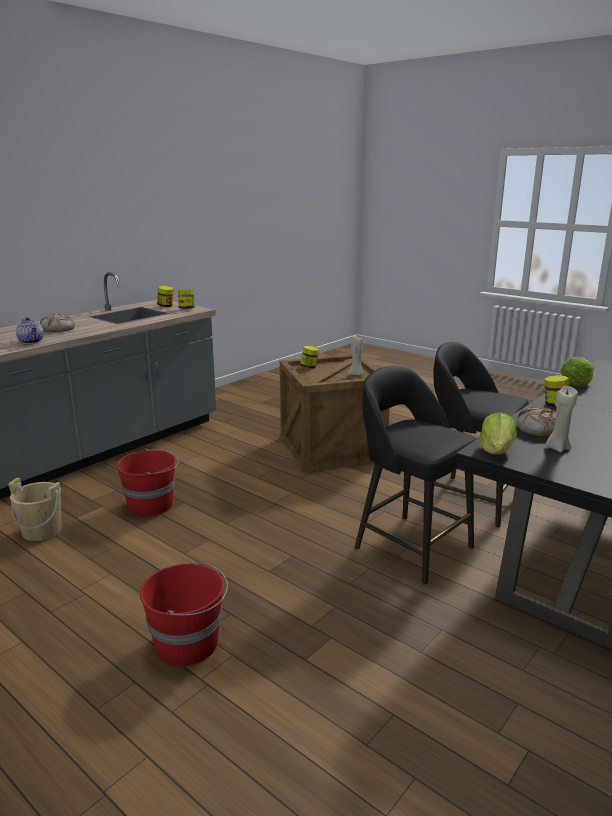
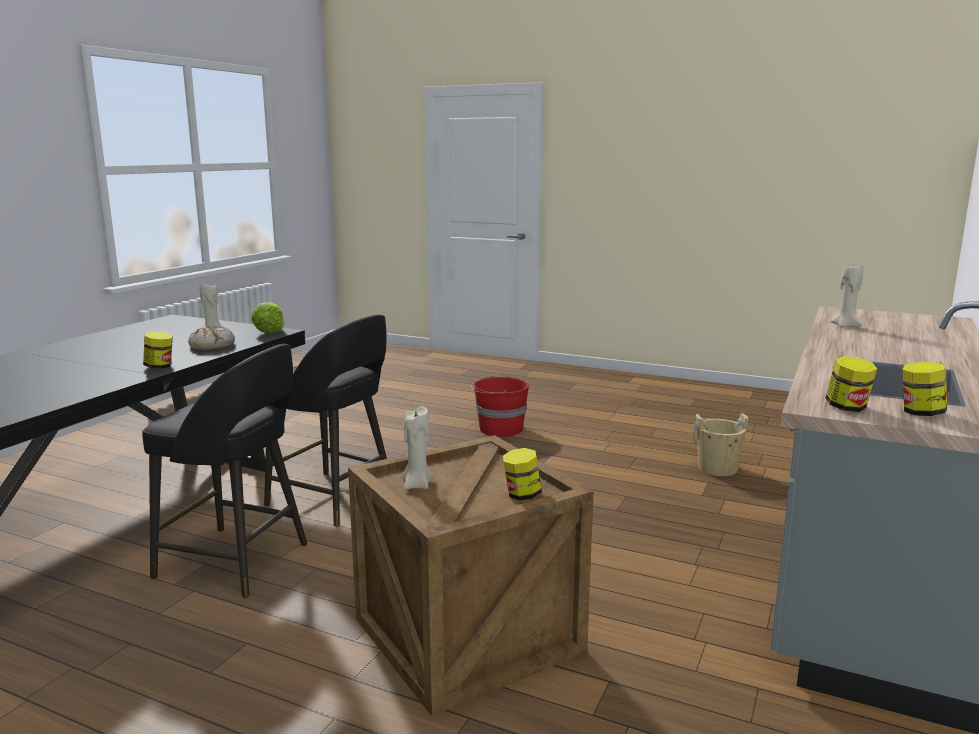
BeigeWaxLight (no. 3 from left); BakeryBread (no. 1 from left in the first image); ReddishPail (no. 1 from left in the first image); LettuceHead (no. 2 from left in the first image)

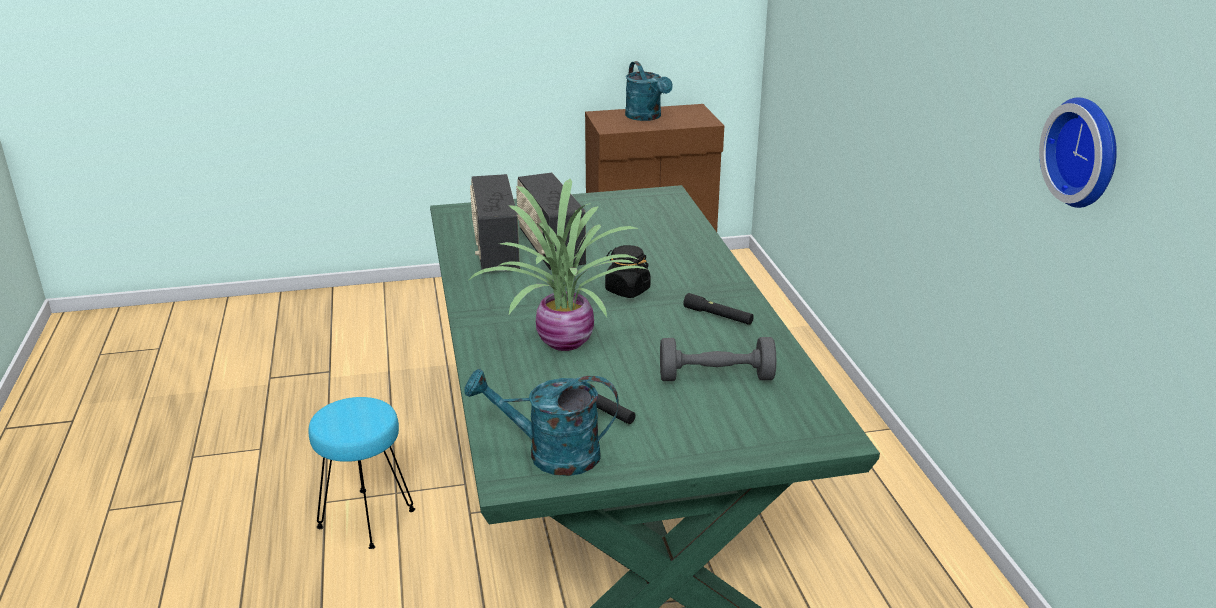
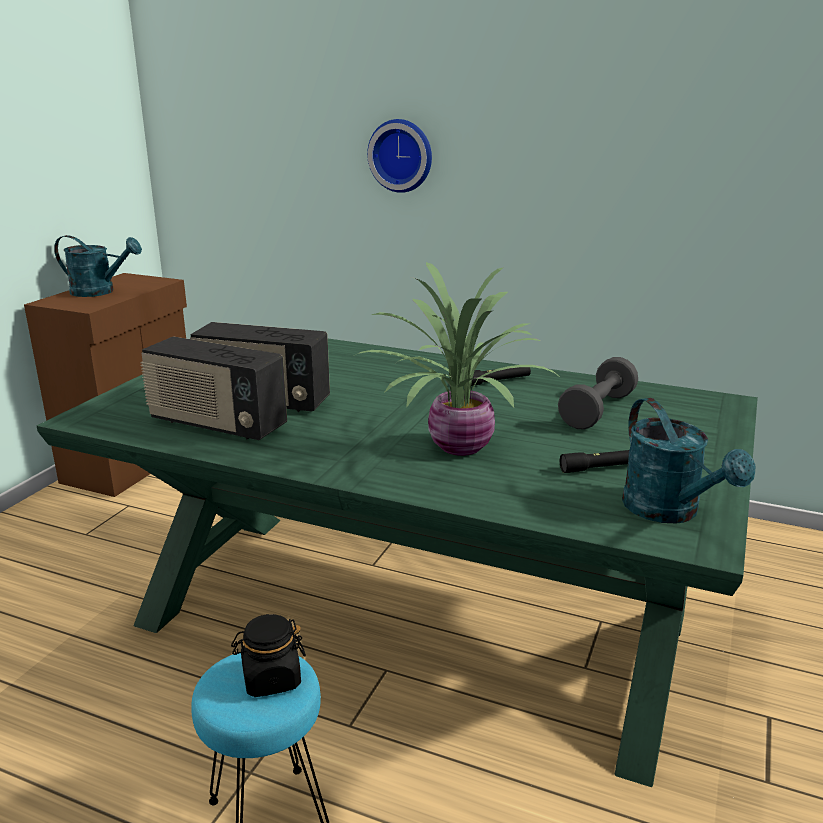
BlackStorageJar; HangingClock; BlueGreenWateringPot (no. 2 from left)

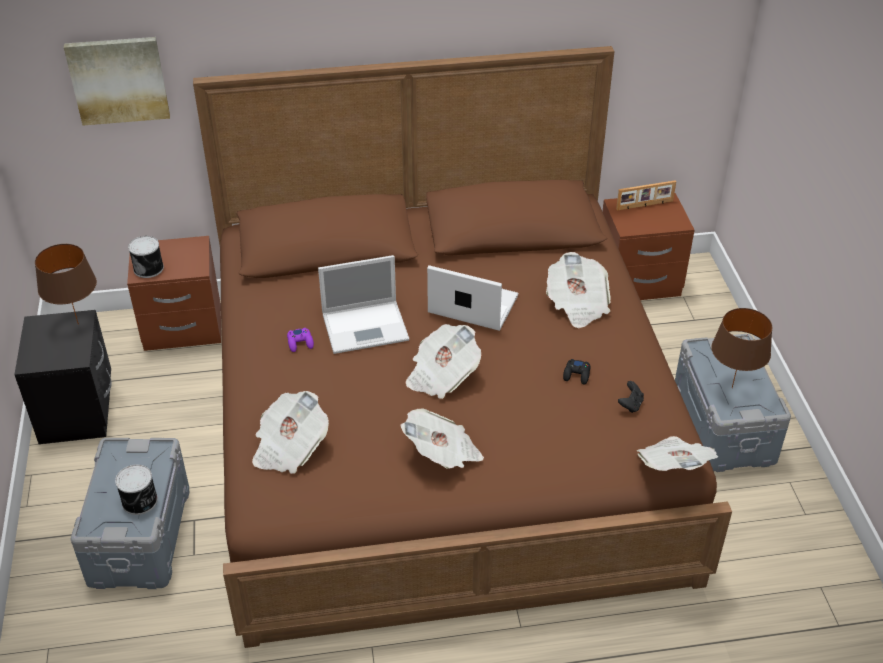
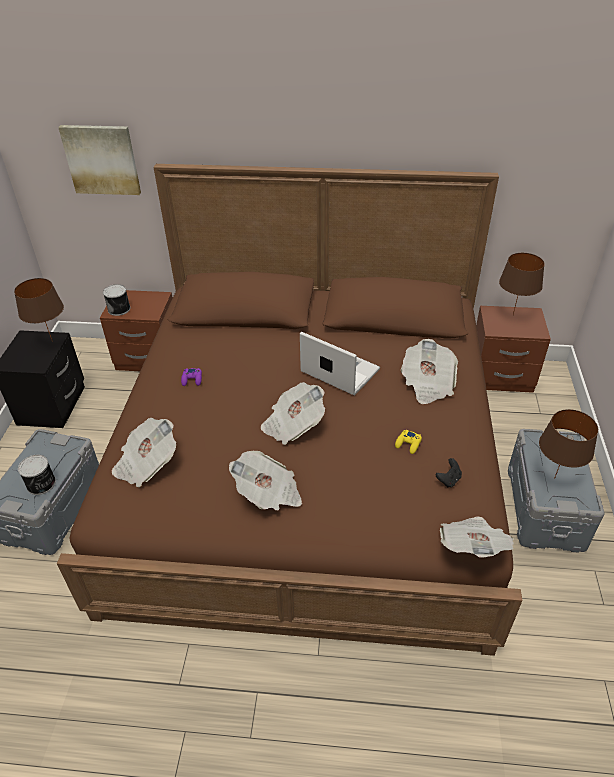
YellowJoypad; BrownishTableLamp (no. 2 from left); NotebookComputer (no. 1 from left in the first image)

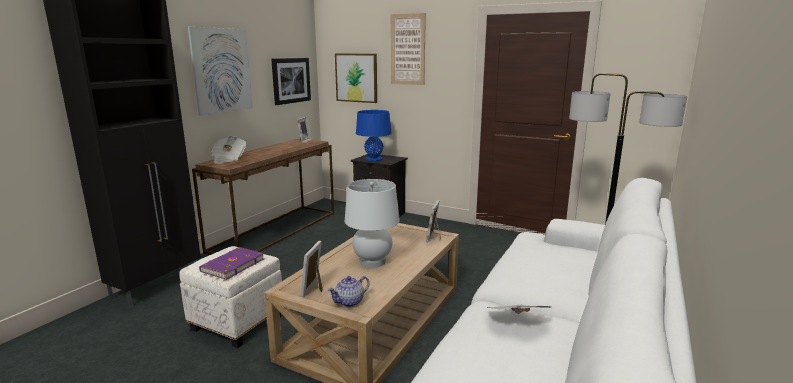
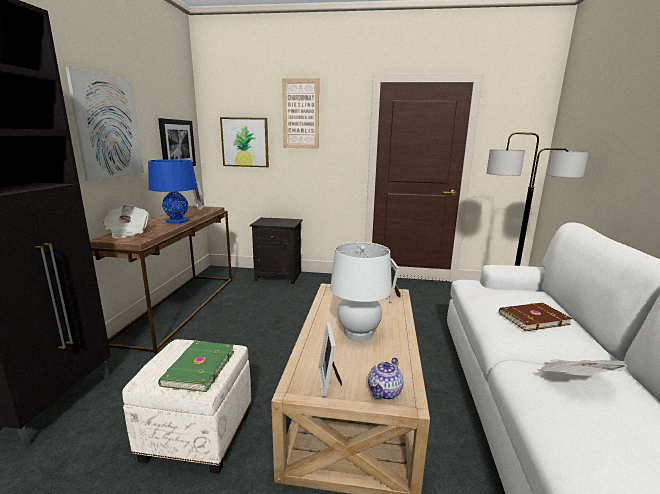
BlueColouredTableLamp; GreenBoundBook; BrownishBoundBook

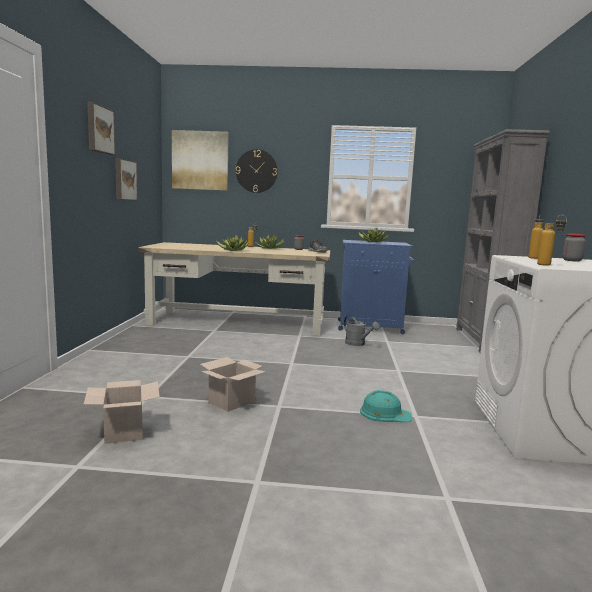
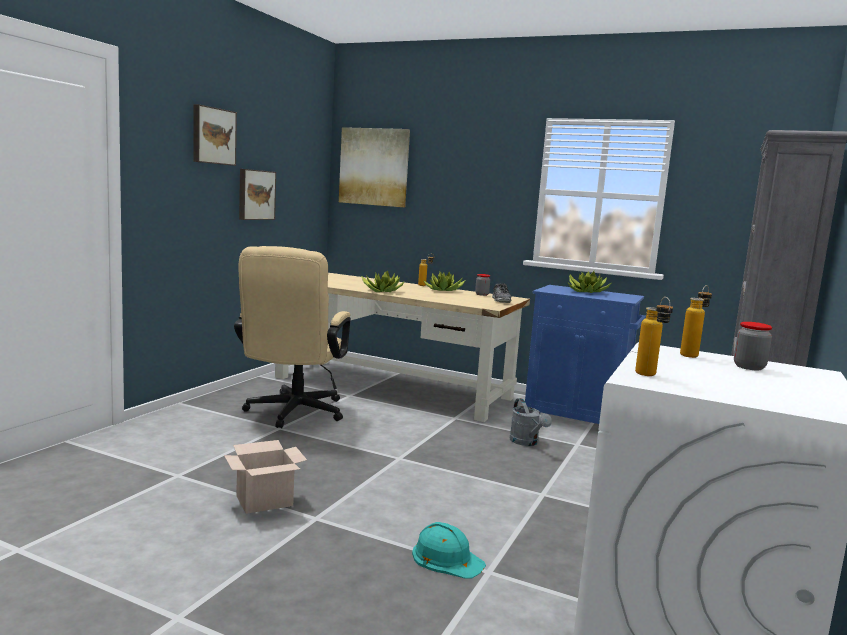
BeigeDeskChair; CardboardBox (no. 1 from left in the first image); HangingClock

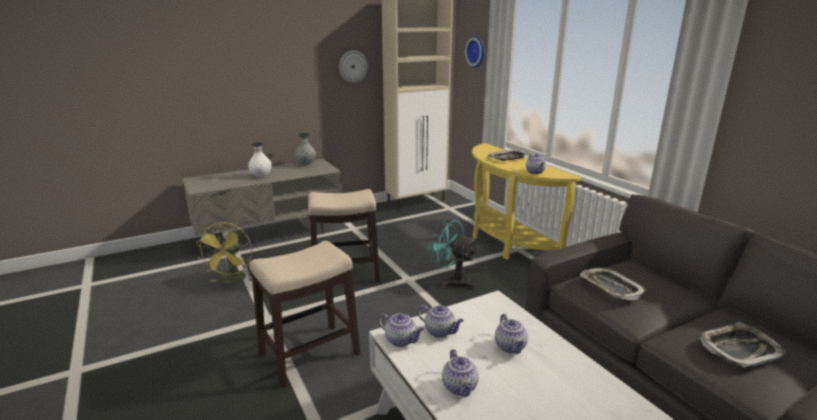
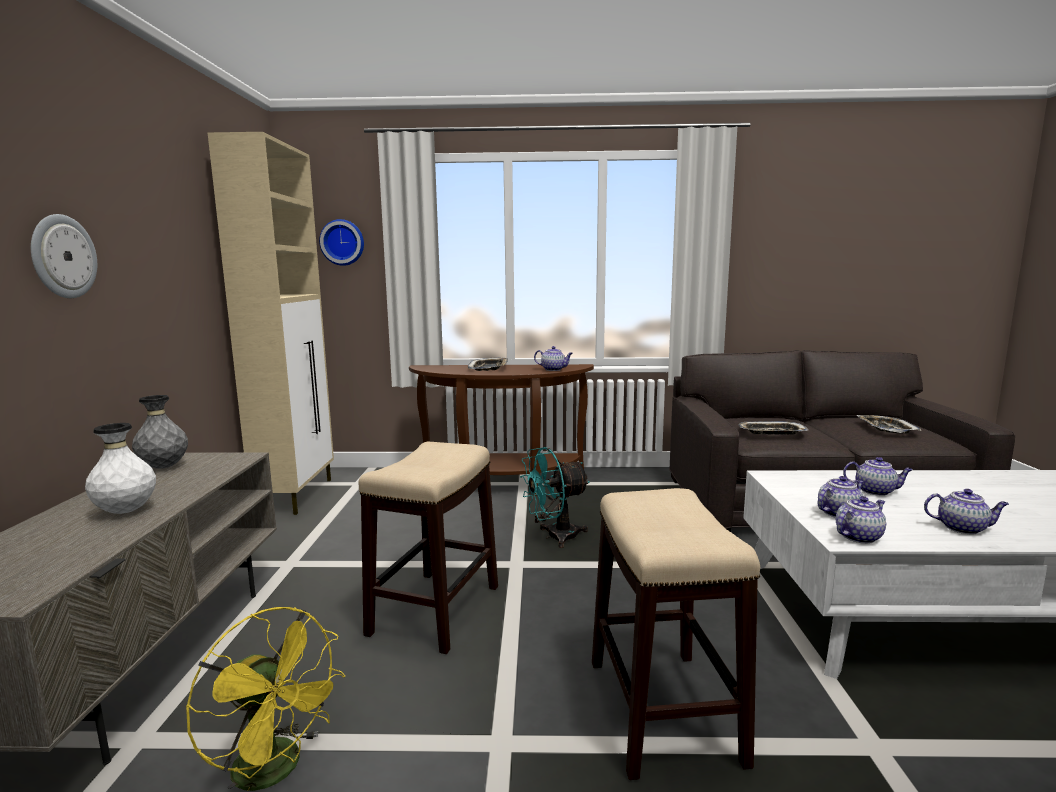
HangingClock (no. 1 from left); BrownishNarrowTable

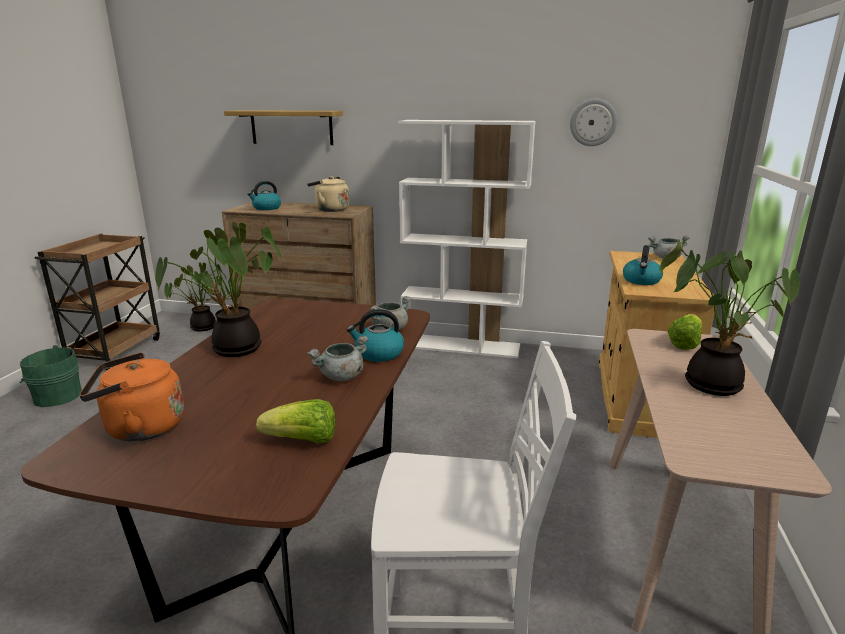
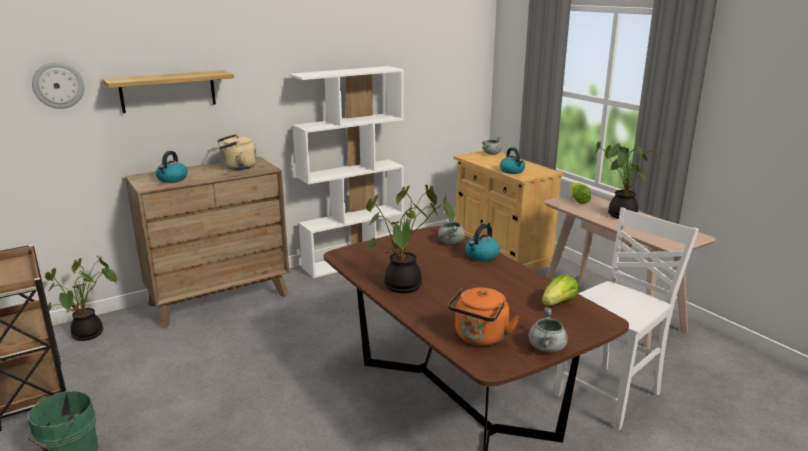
HangingClock; GreyCookingPot (no. 3 from left)

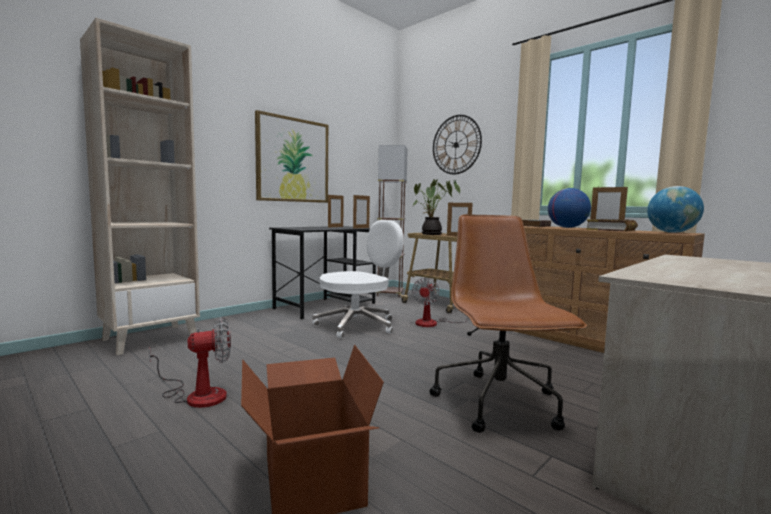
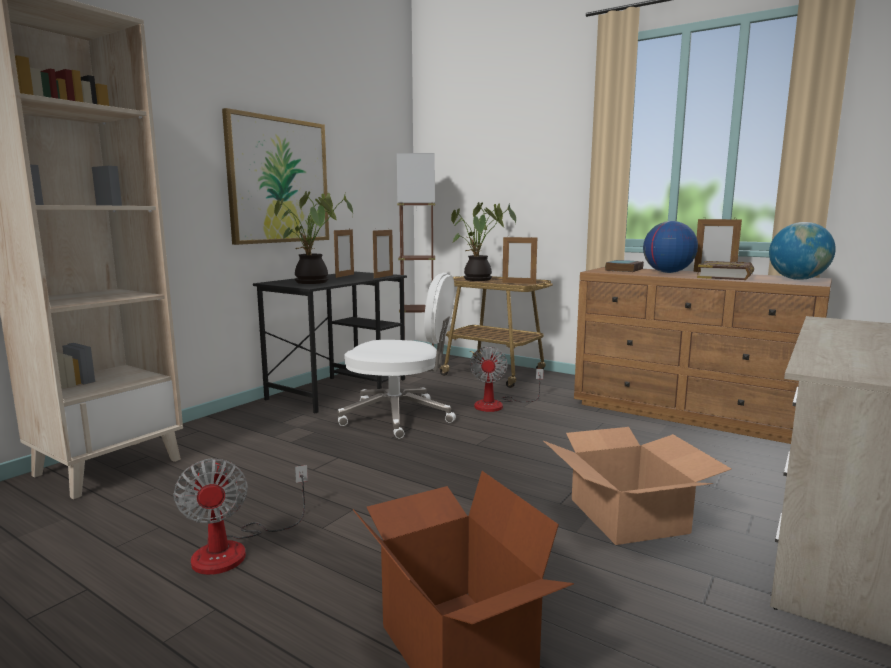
Fan (no. 1 from left); Houseplant (no. 1 from left); WhitishDeskChair; CardboardBox (no. 2 from left); HangingClock

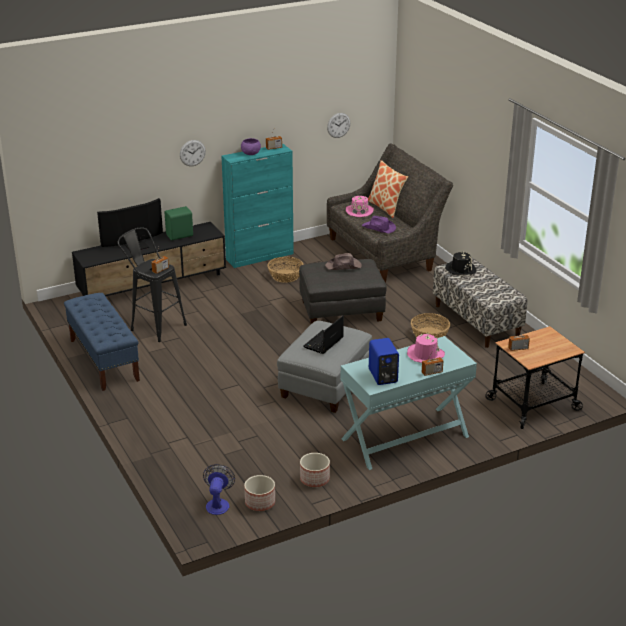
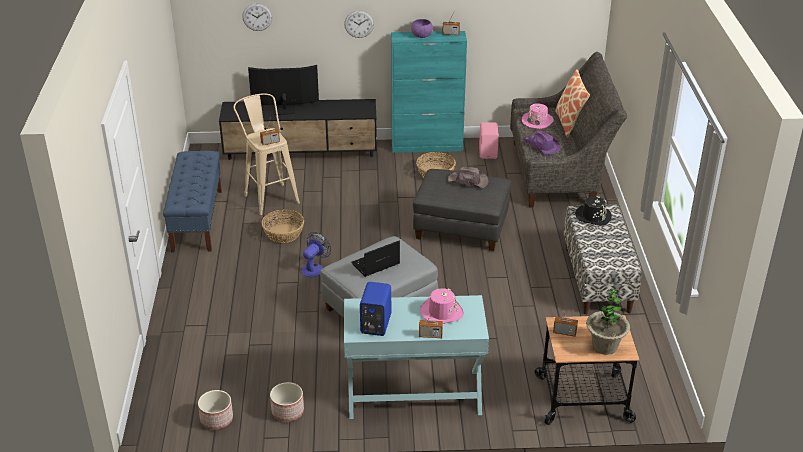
BeigeStoolSeat; HangingClock (no. 1 from left); Basket (no. 1 from left); Fan; PinkishAudioSpeaker; Houseplant; GreenAudioSpeaker

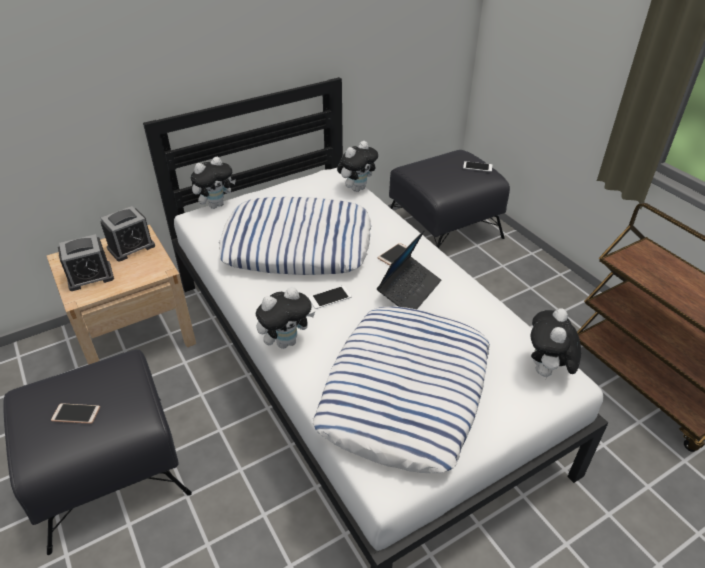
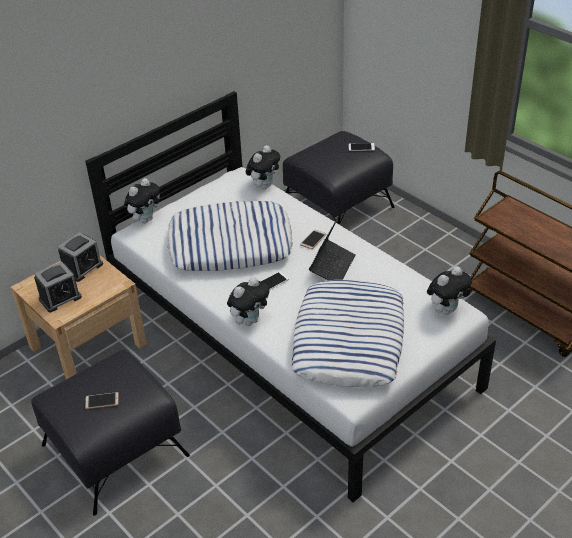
CuddlyToy (no. 4 from left)

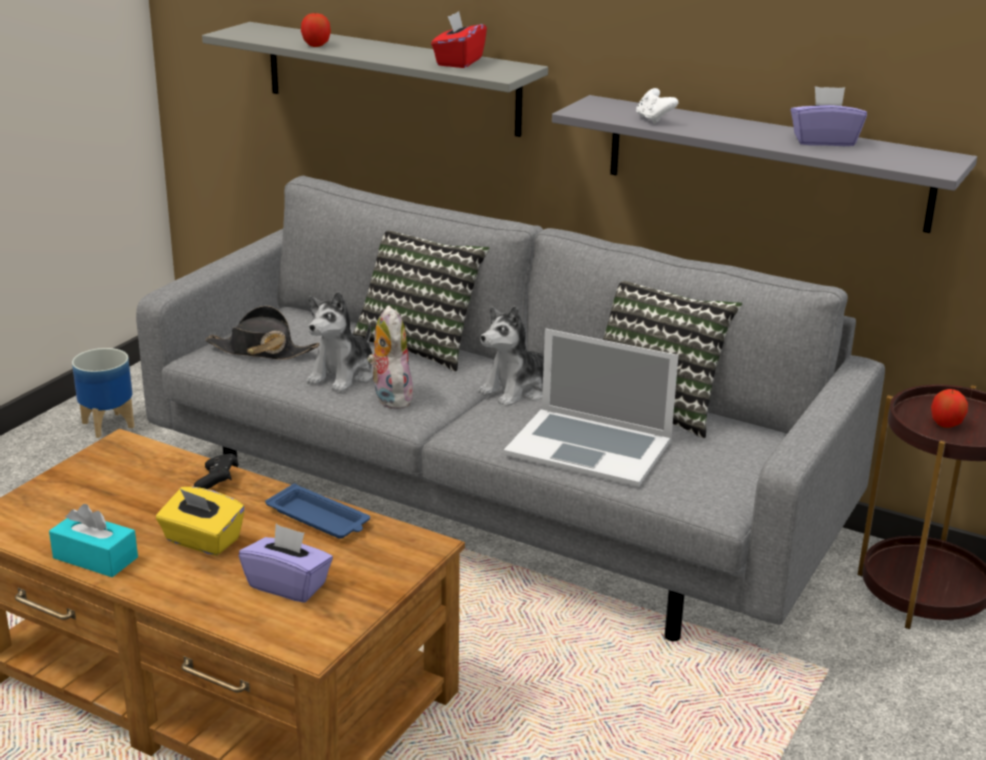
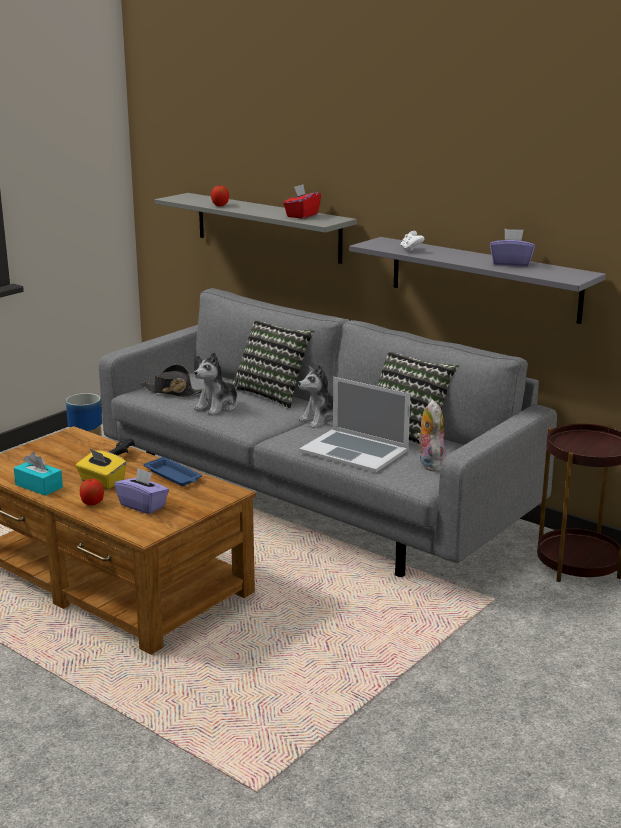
AppleFruit (no. 1 from left); CuddlyToy (no. 3 from left)

